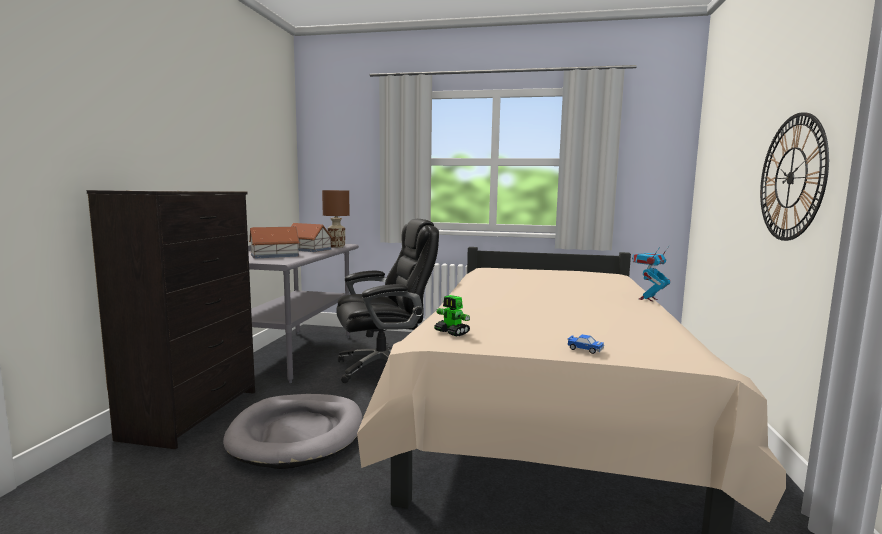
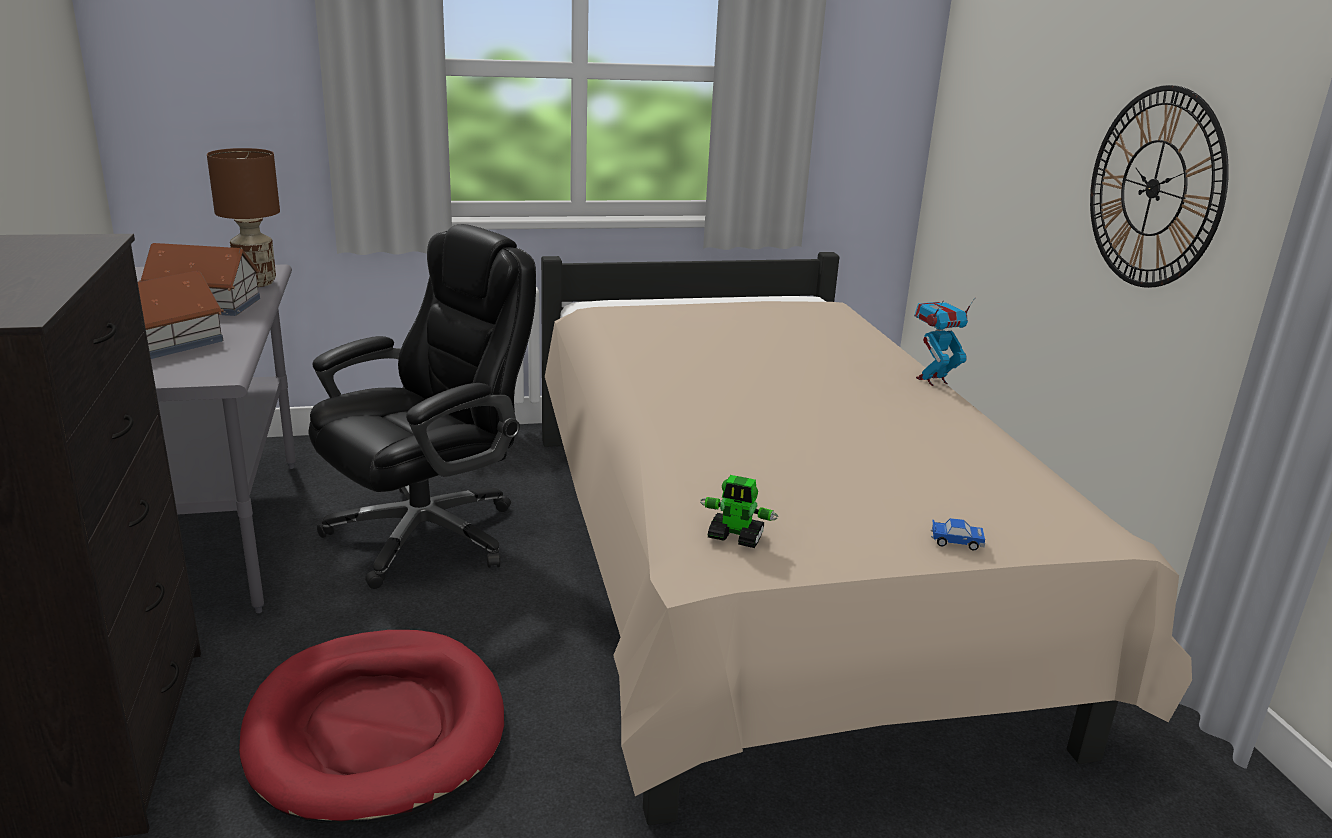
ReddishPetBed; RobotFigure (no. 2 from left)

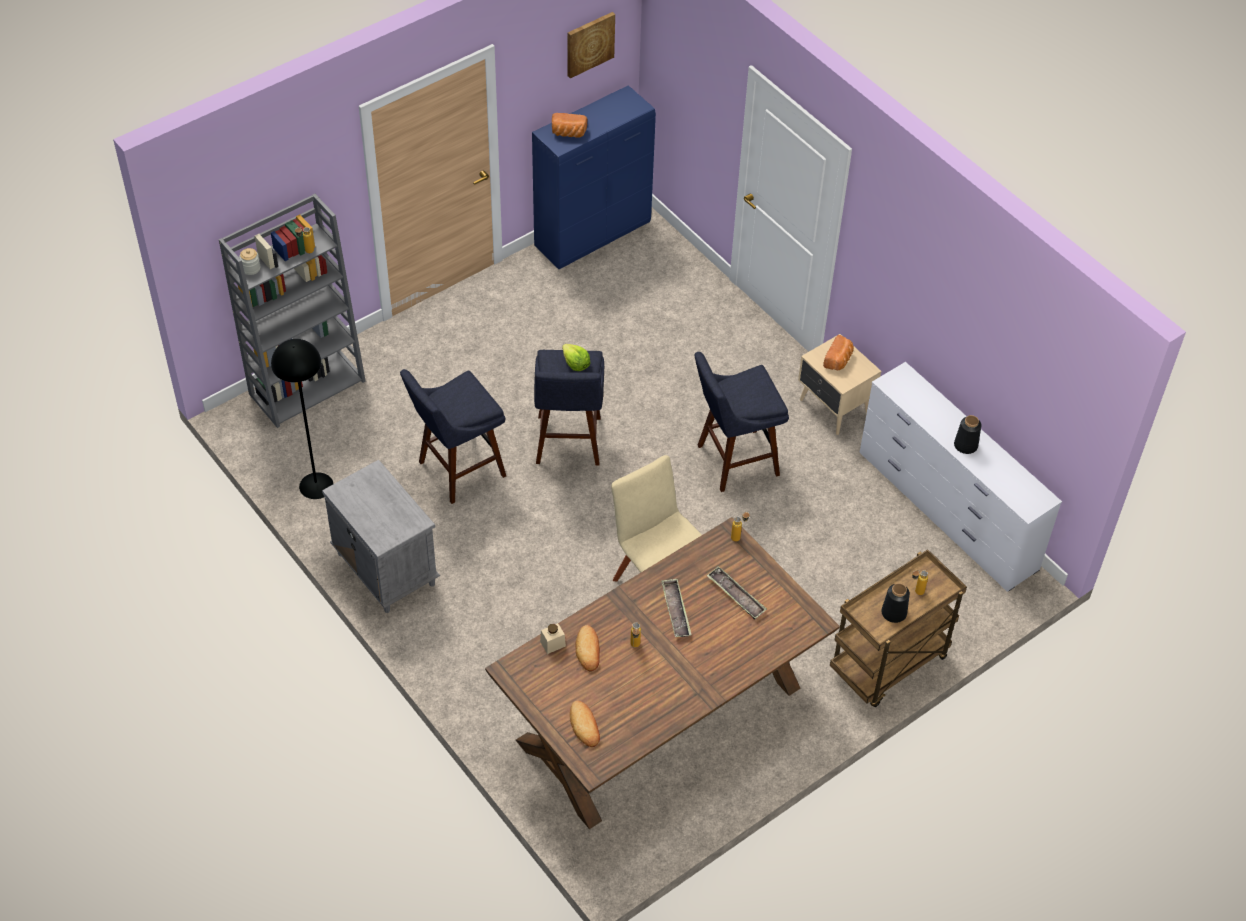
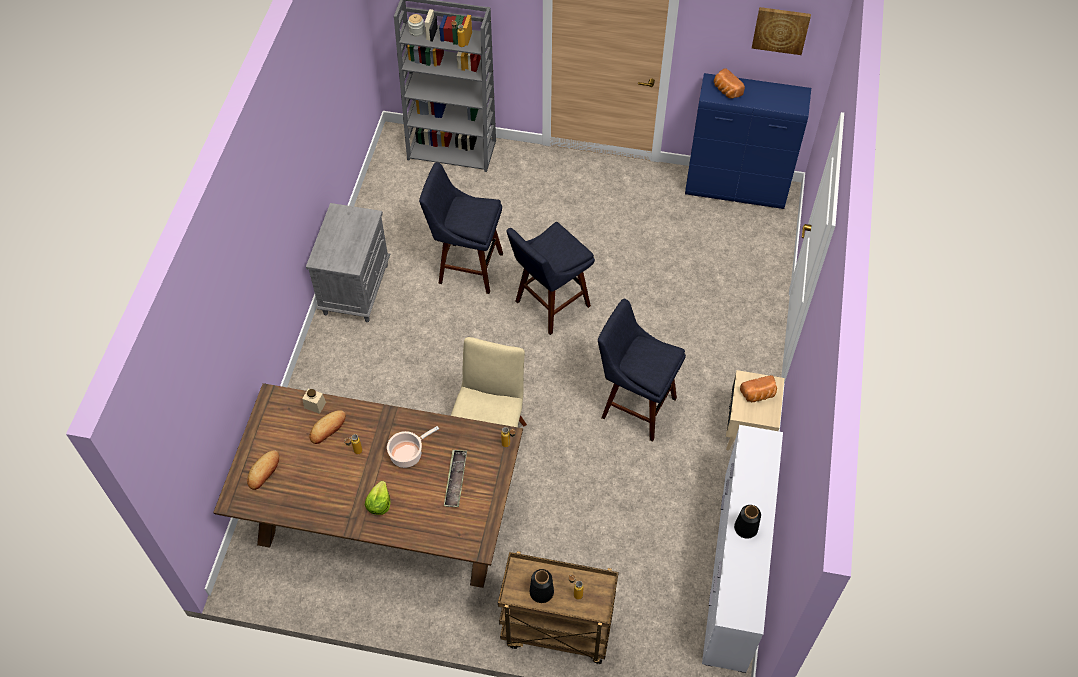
LettuceHead; CookingPot; BlackStandingLamp

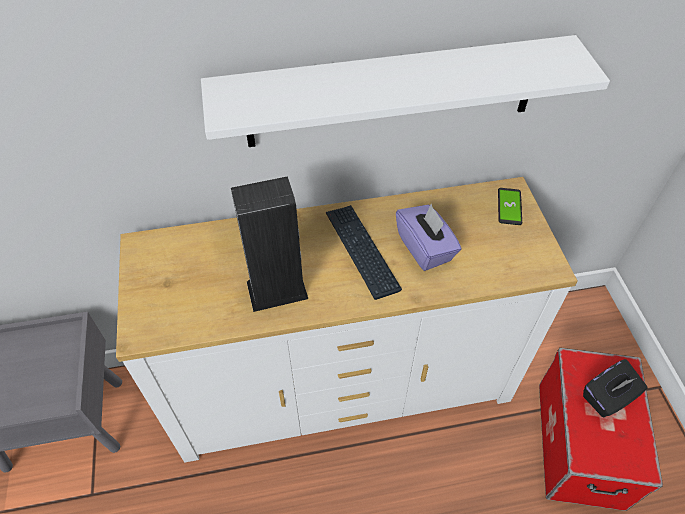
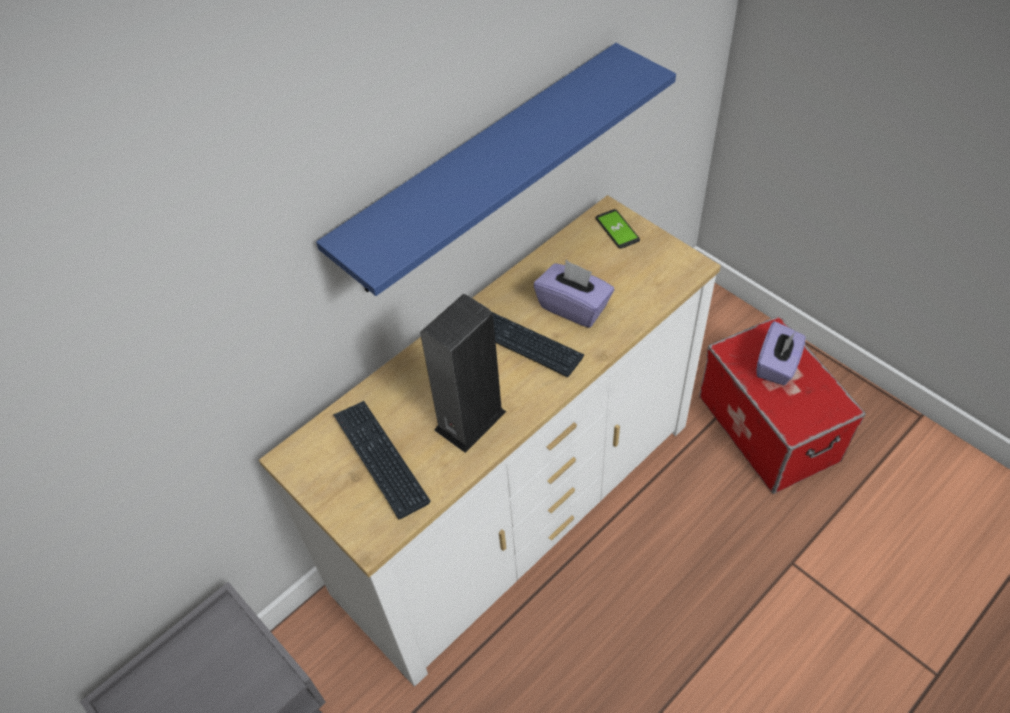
BlueColouredShelf; Keyboard (no. 1 from left); PurpleColouredTissueHolder (no. 2 from left)

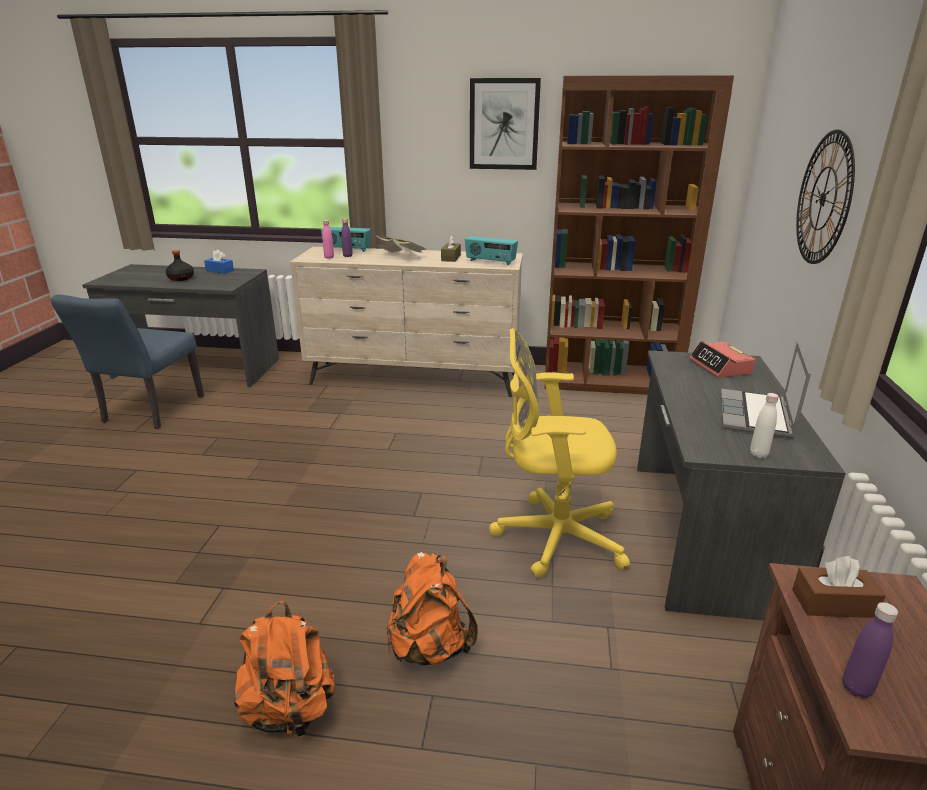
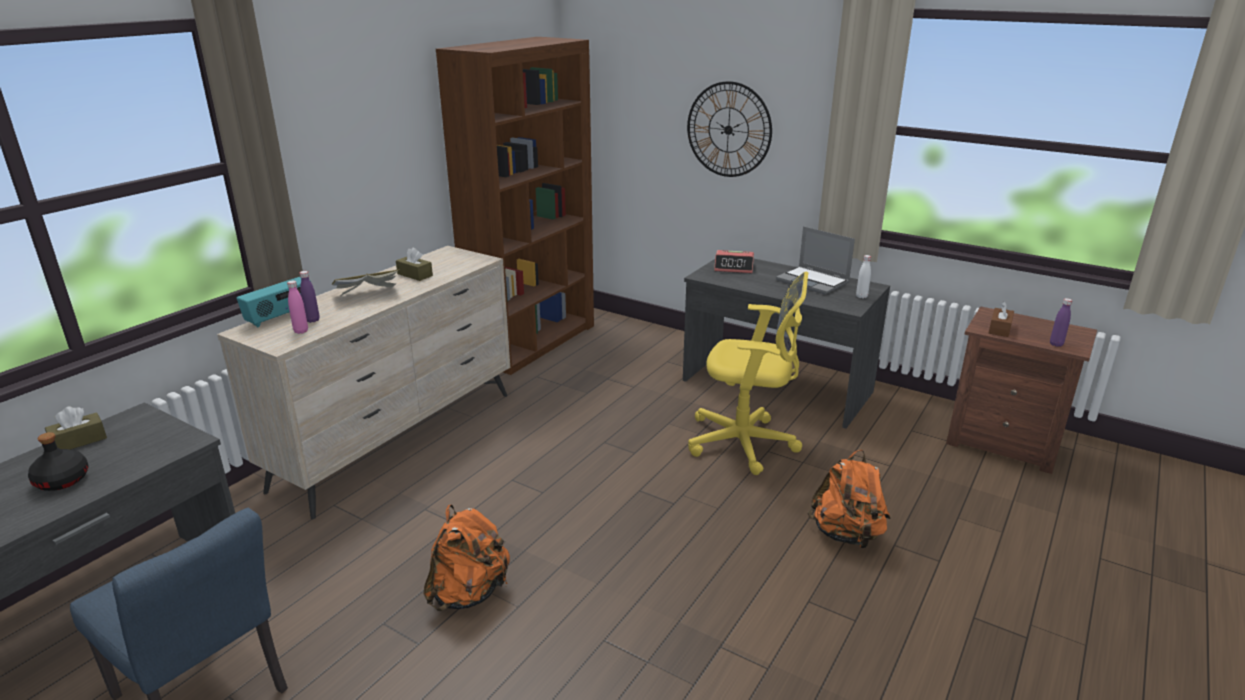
BrownishTissueHolder (no. 1 from left); OrangeyKnapsack (no. 1 from left); YellowDeskChair; RadioSet (no. 2 from left in the first image); WallArt

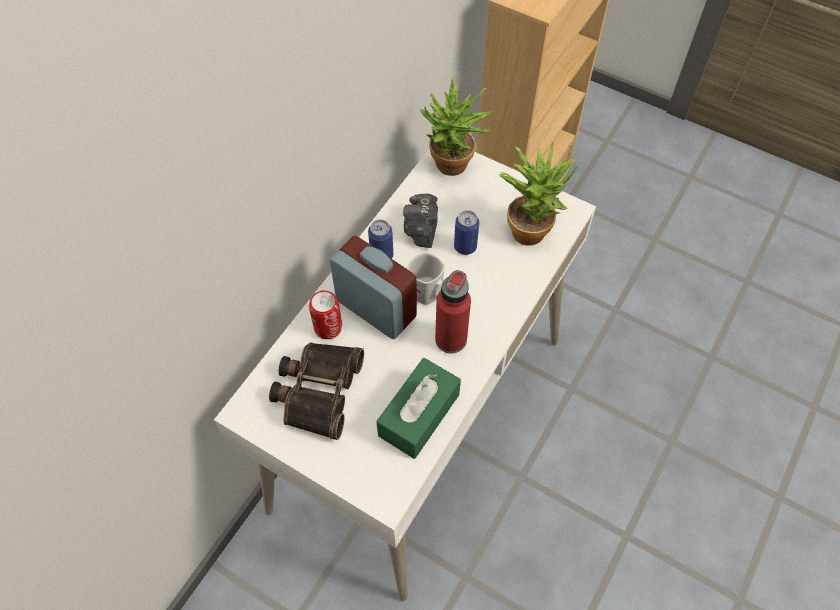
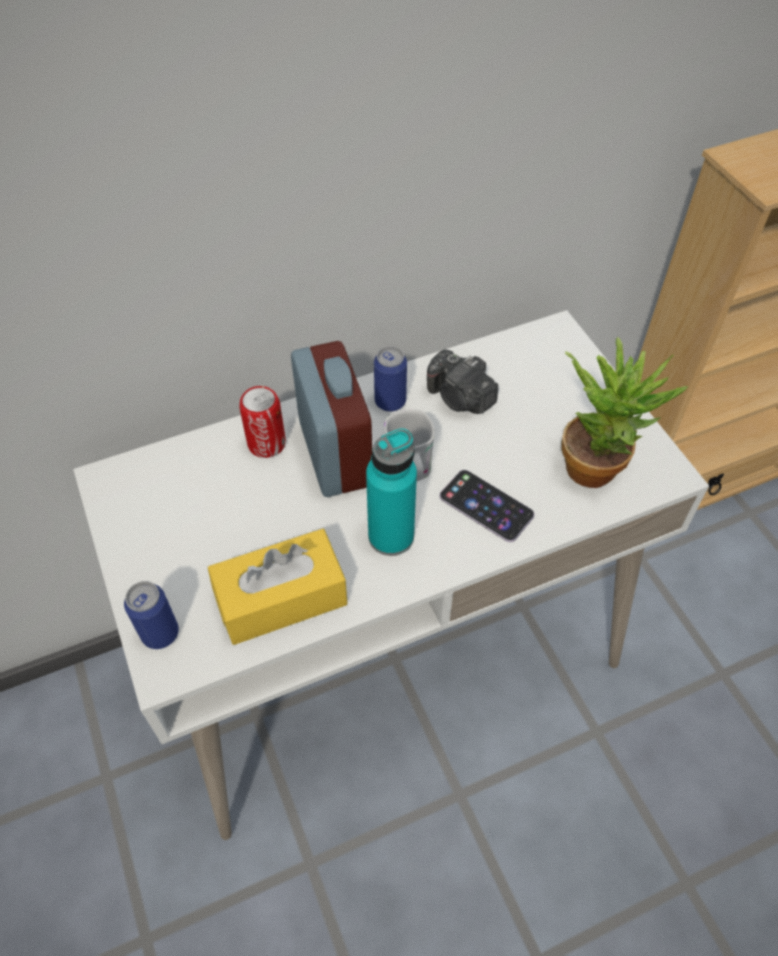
SealedCan (no. 1 from left); YellowTissueHolder; BlueGreenDrinkBottle; StillCamera; Telephone; FieldGlasses; Houseplant (no. 1 from left in the first image)

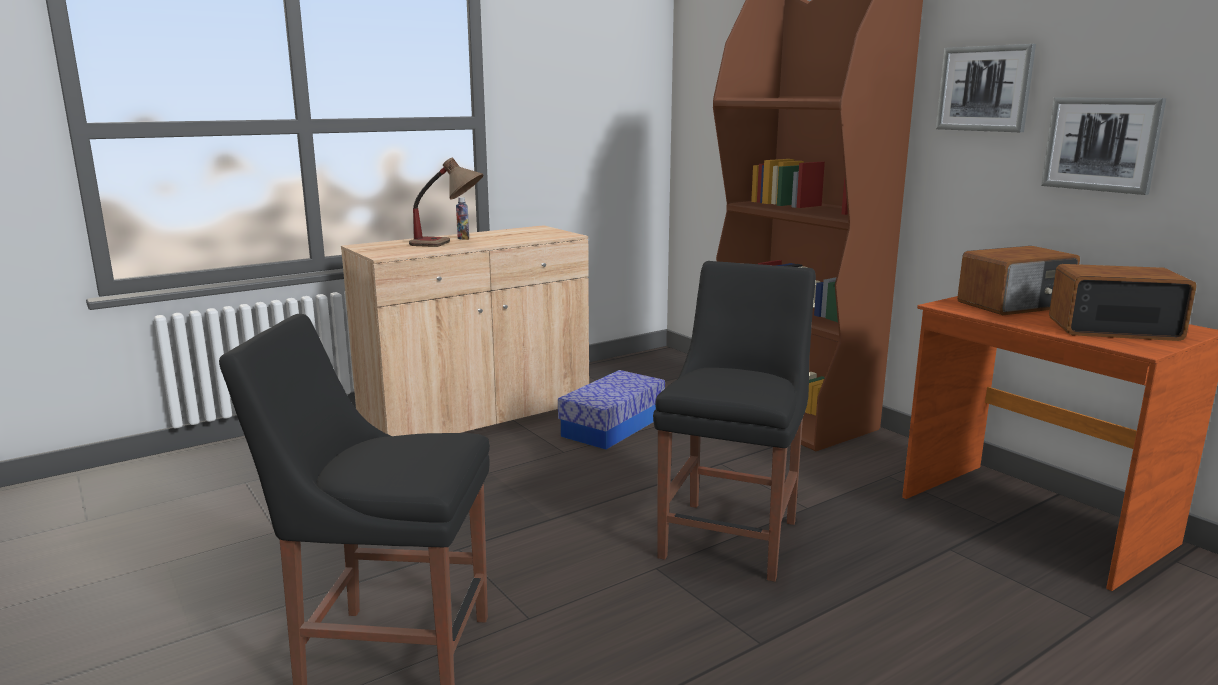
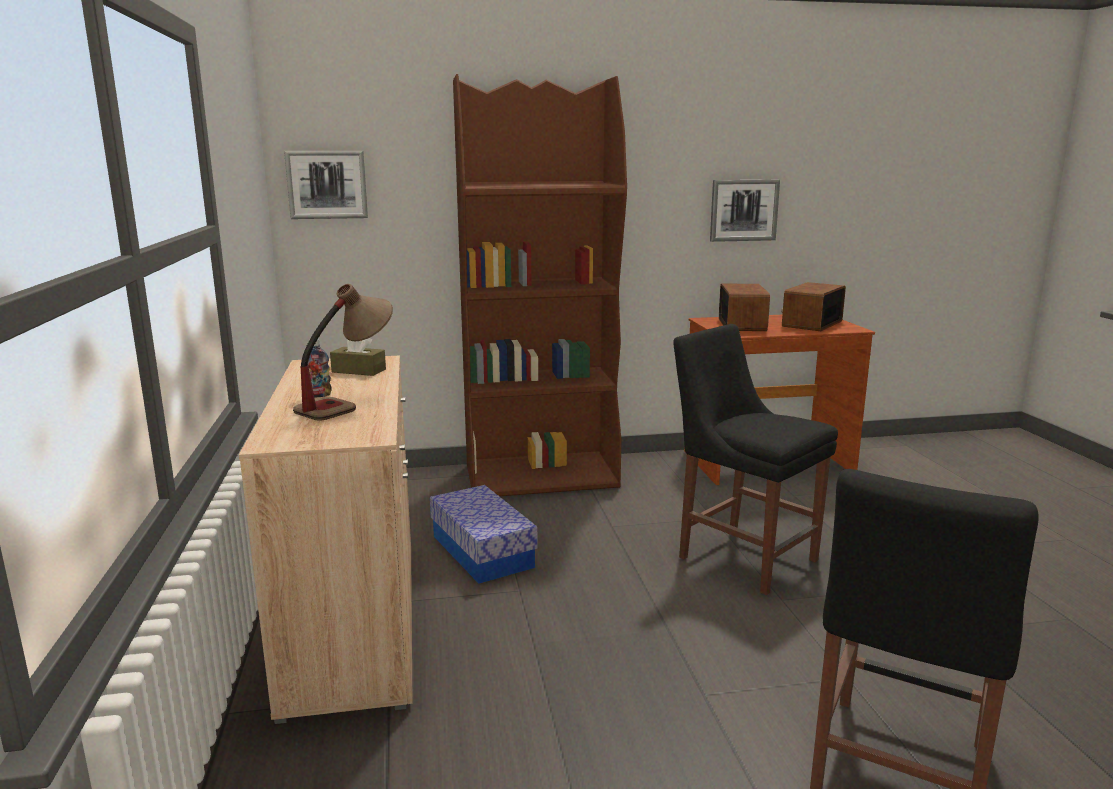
WallArt (no. 1 from left); BrownishTissueHolder

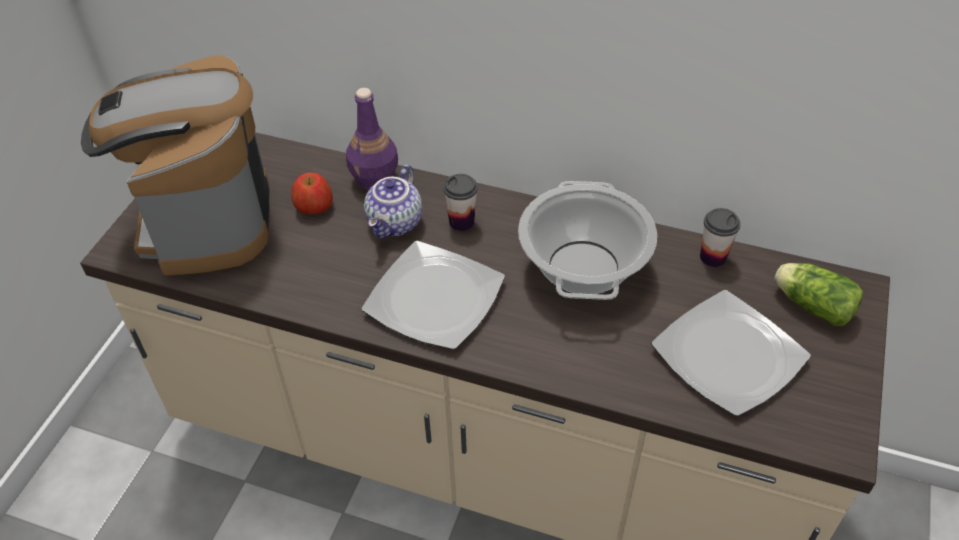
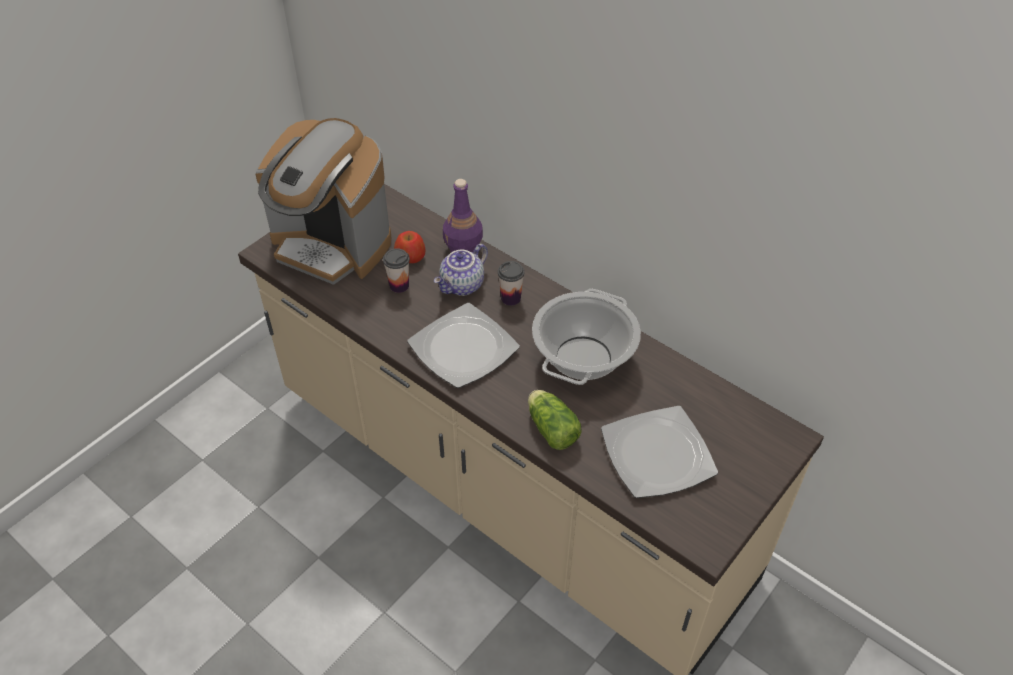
CoffeeBrewer; SmallCup (no. 1 from left); LettuceHead

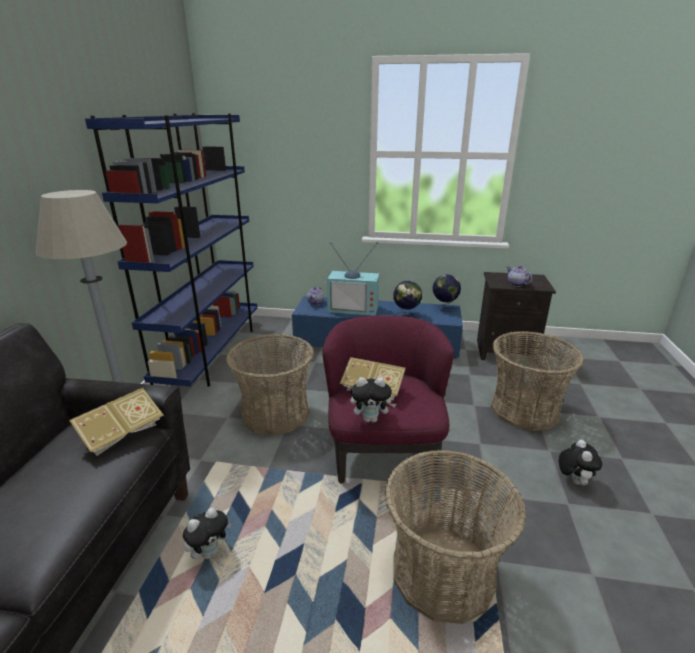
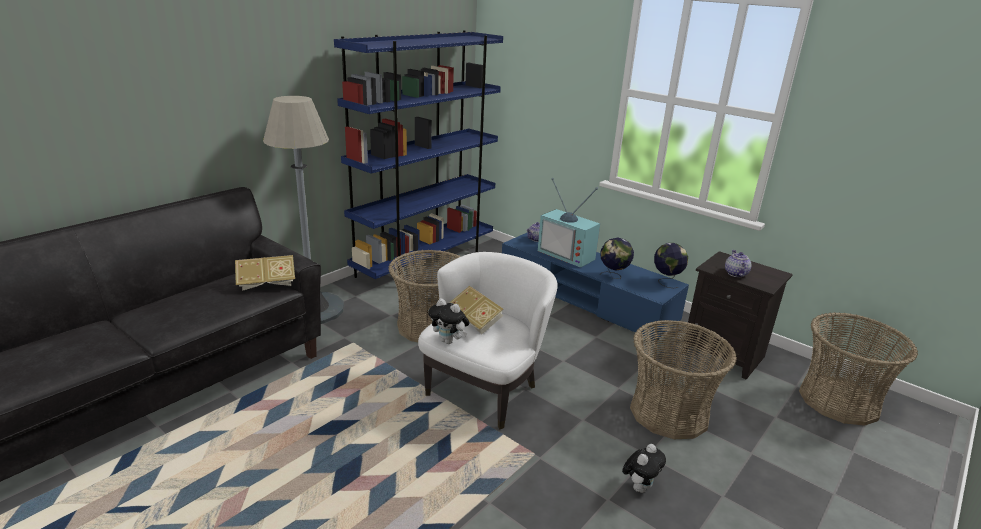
WhitishEasyChair; Basket (no. 3 from left); CuddlyToy (no. 1 from left in the first image)

